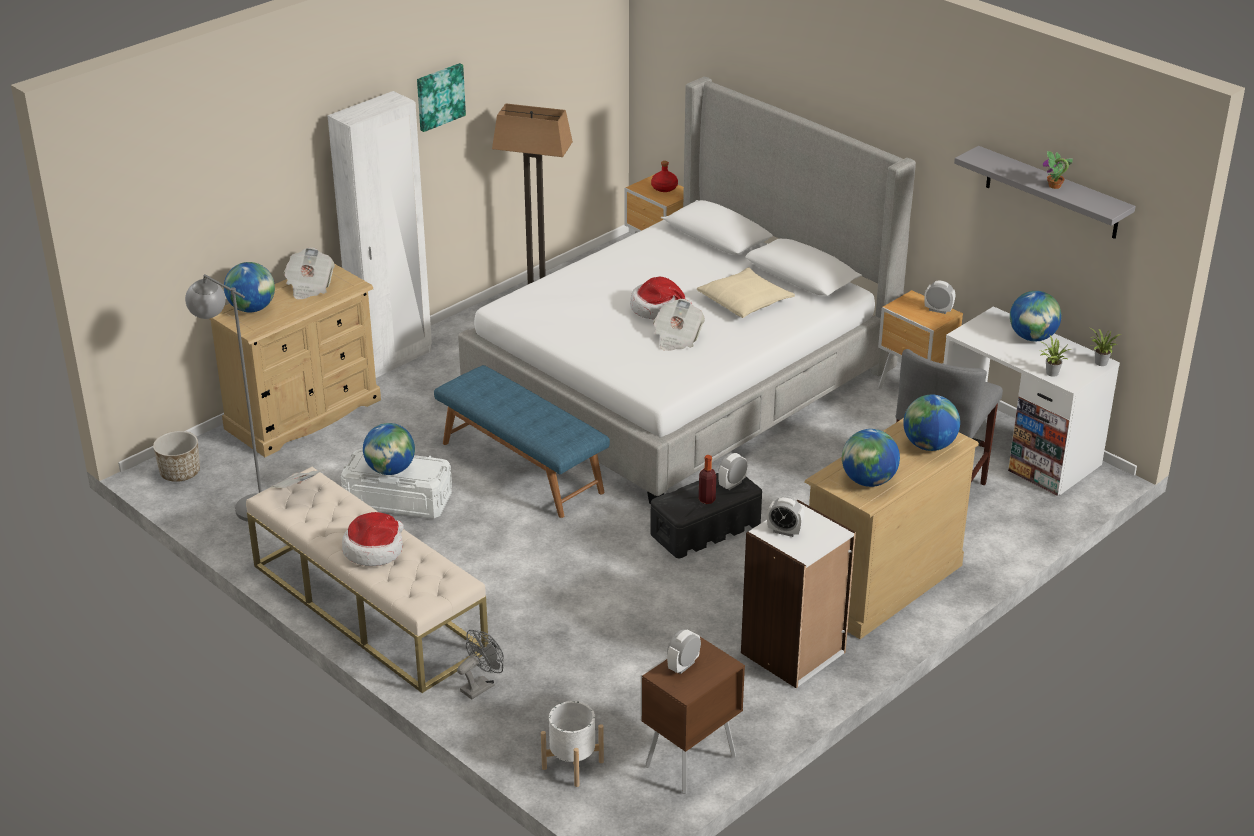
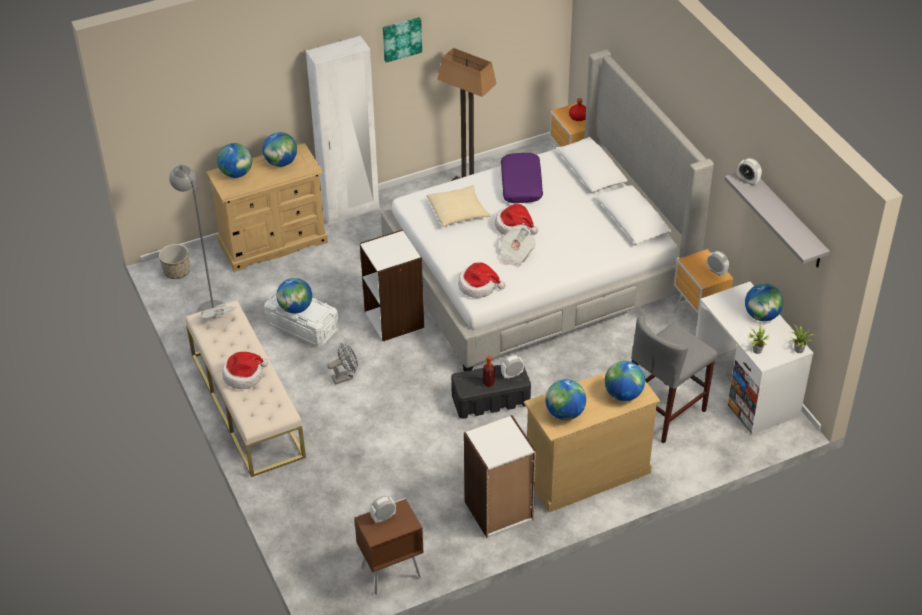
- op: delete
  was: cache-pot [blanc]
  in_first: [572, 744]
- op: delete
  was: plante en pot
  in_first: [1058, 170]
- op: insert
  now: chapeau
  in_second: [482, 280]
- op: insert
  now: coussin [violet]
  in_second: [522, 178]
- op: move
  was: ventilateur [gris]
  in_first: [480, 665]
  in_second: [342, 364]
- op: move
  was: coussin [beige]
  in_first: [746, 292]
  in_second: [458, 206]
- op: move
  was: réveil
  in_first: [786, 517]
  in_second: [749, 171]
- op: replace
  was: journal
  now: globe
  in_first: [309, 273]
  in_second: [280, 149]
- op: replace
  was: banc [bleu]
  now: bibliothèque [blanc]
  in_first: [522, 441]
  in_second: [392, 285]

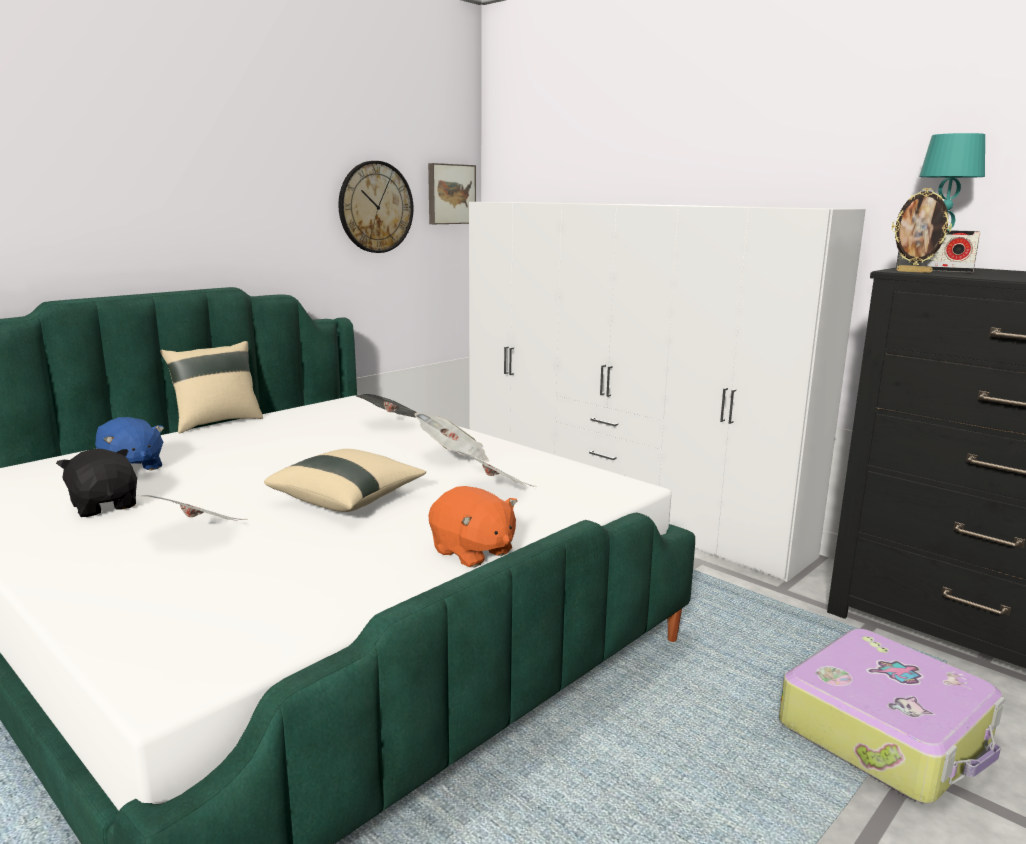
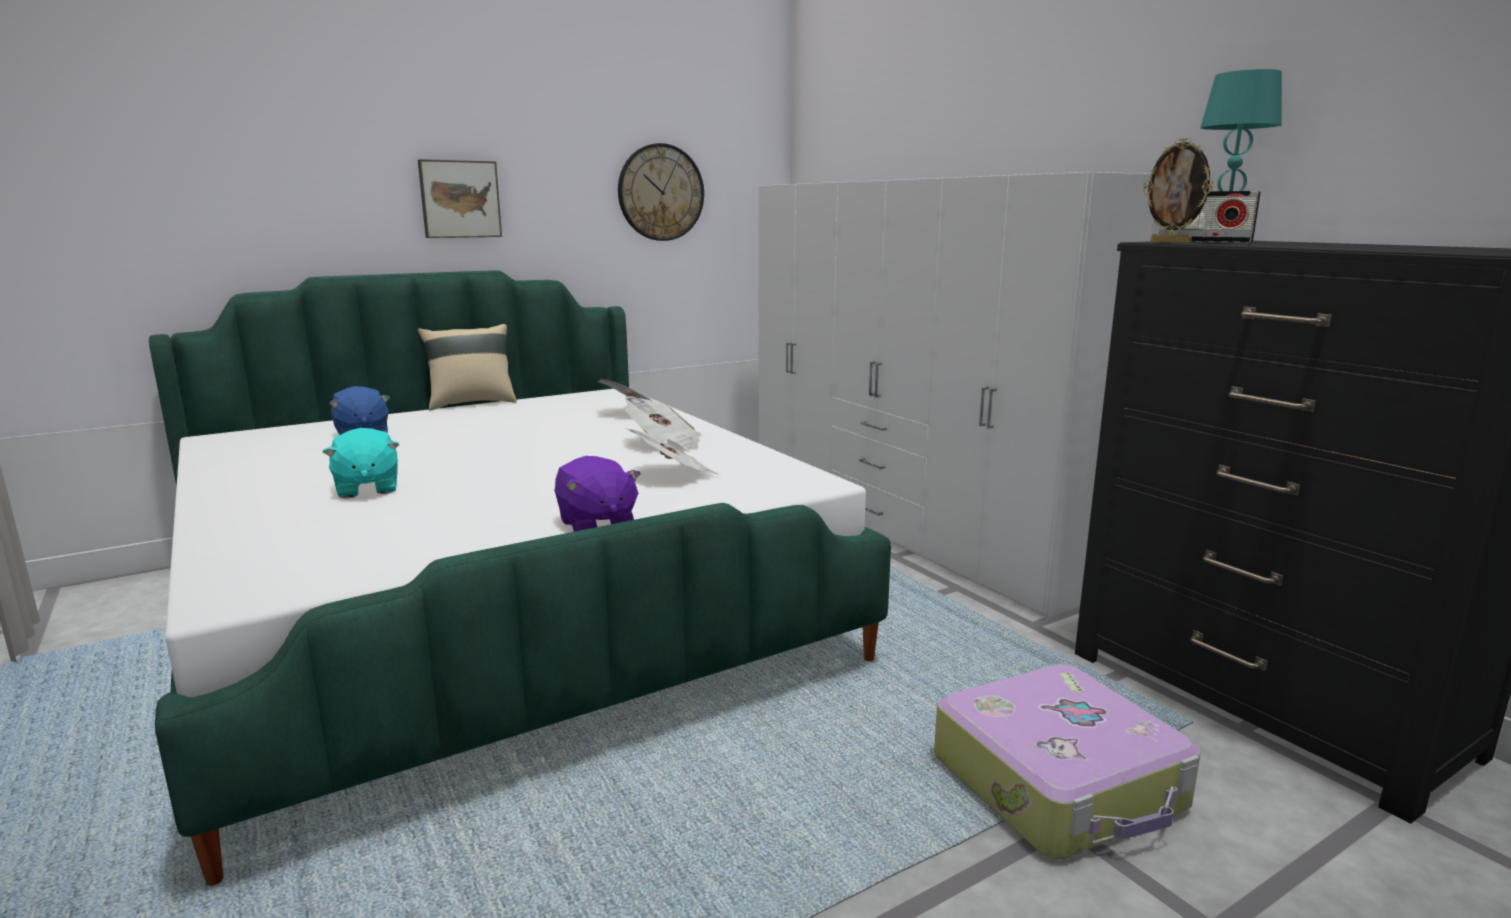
- op: delete
  was: peluche [noir]
  in_first: [96, 483]
- op: delete
  was: coussin [beige]
  in_first: [345, 480]
- op: move
  was: tableau
  in_first: [452, 193]
  in_second: [460, 198]
- op: replace
  was: journal
  now: peluche [turquoise]
  in_first: [195, 508]
  in_second: [361, 463]
- op: recolor
  was: peluche [orange]
  now: peluche [violet]
  in_first: [472, 526]
  in_second: [597, 494]

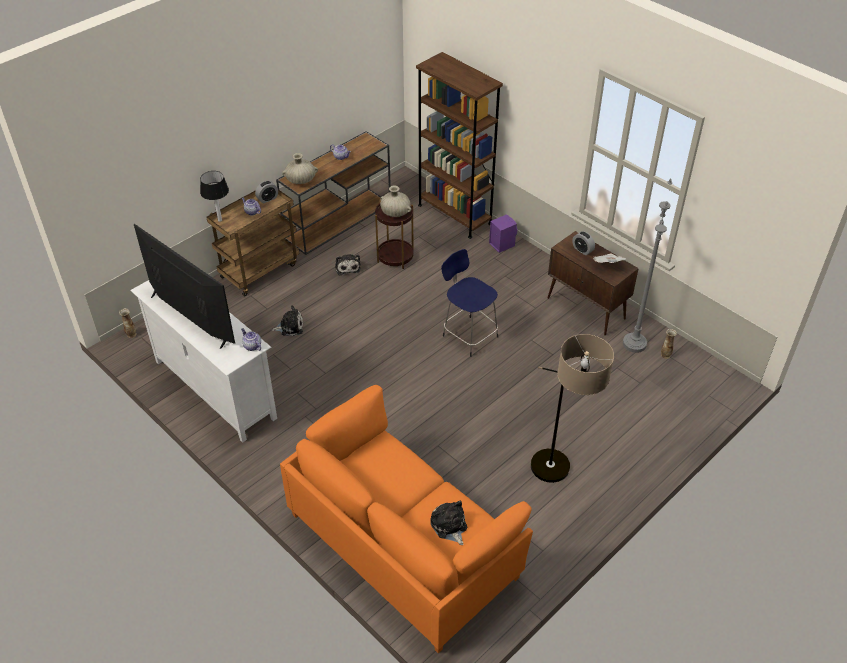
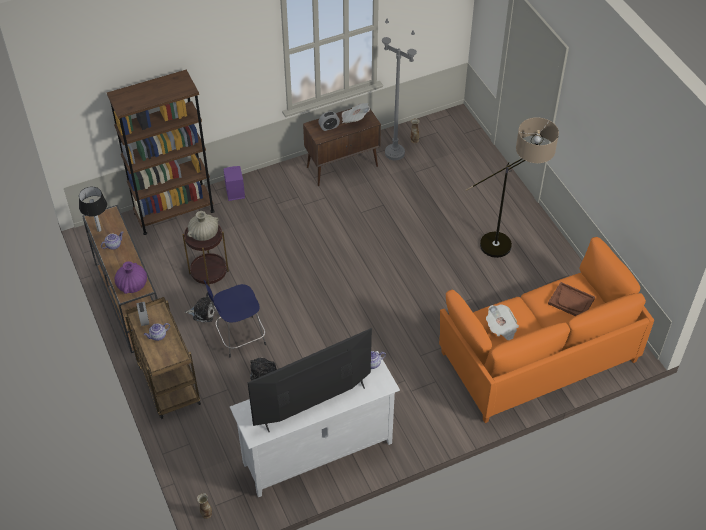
- op: insert
  now: journal
  in_second: [502, 322]
- op: move
  was: lampe de table
  in_first: [214, 196]
  in_second: [93, 209]
- op: move
  was: tabouret [bleu]
  in_first: [469, 303]
  in_second: [235, 319]
- op: replace
  was: peluche
  now: plateau [marron]
  in_first: [448, 523]
  in_second: [571, 299]
- op: recolor
  was: vase [beige]
  now: vase [violet]
  in_first: [300, 168]
  in_second: [130, 277]

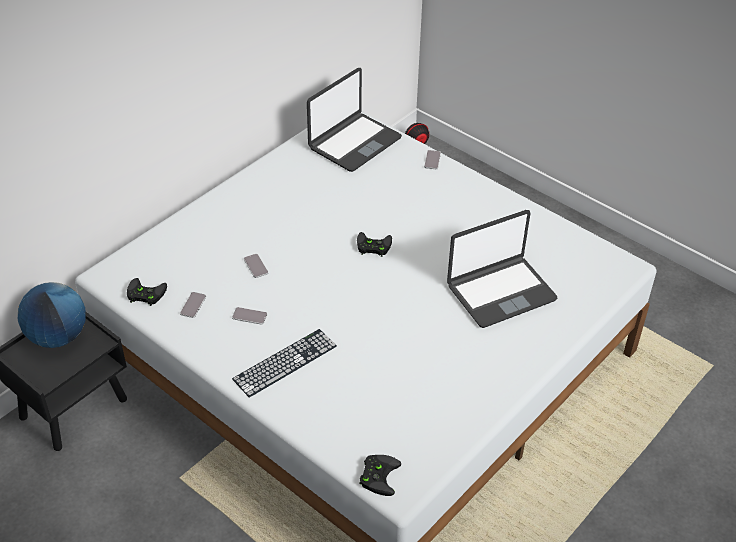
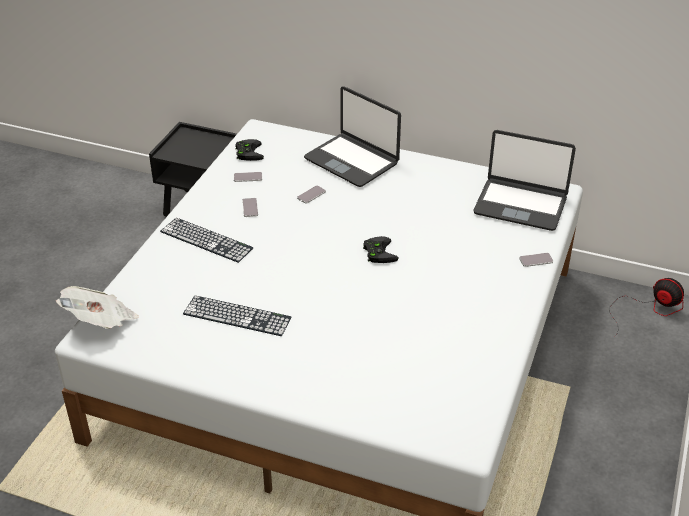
- op: delete
  was: globe
  in_first: [52, 315]
- op: insert
  now: clavier
  in_second: [237, 316]
- op: move
  was: ordinateur portable
  in_first: [502, 269]
  in_second: [352, 137]
- op: replace
  was: manette [noir]
  now: journal
  in_first: [380, 475]
  in_second: [97, 307]

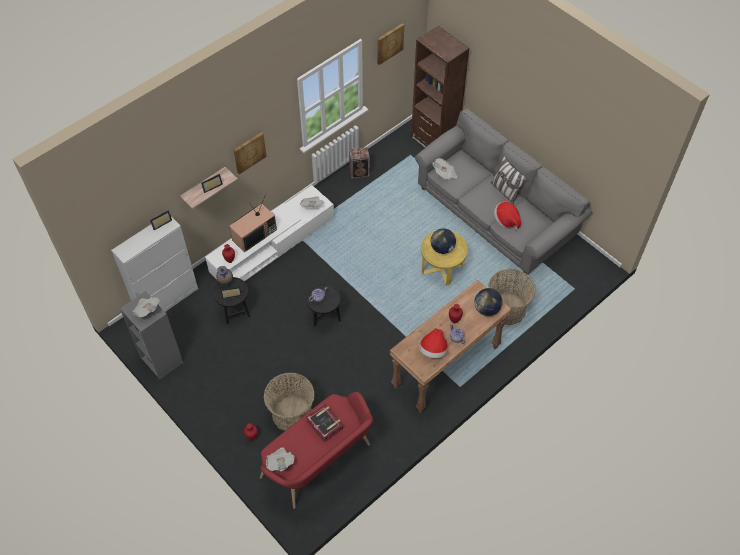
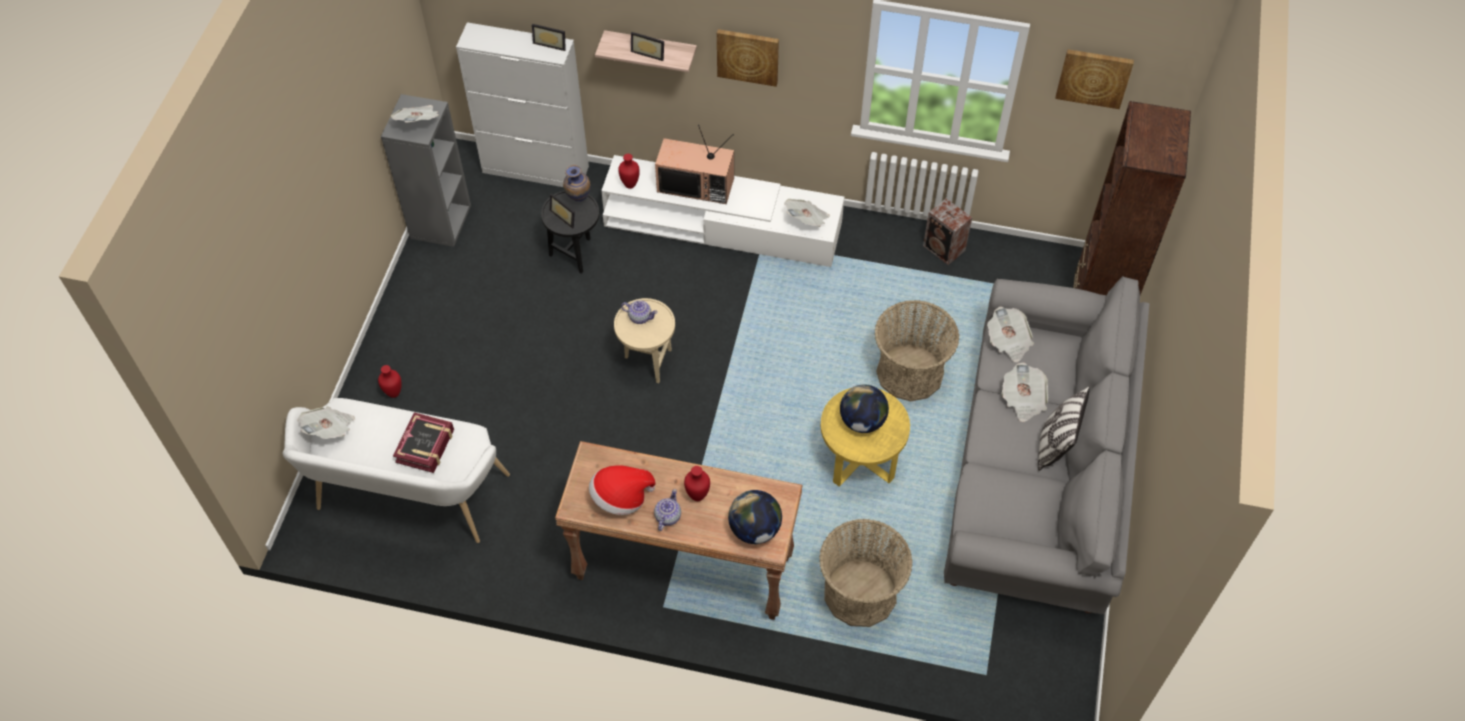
- op: delete
  was: chapeau
  in_first: [507, 216]
- op: insert
  now: journal
  in_second: [1024, 392]
- op: move
  was: panier
  in_first: [289, 401]
  in_second: [916, 350]
- op: recolor
  was: banc [rouge]
  now: banc [blanc]
  in_first: [316, 450]
  in_second: [396, 470]
- op: recolor
  was: table d'appoint [noir]
  now: table d'appoint [beige]
  in_first: [323, 305]
  in_second: [644, 340]

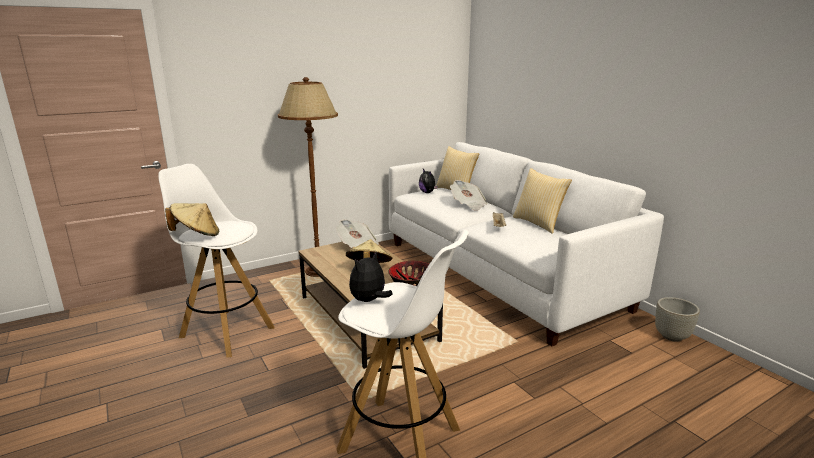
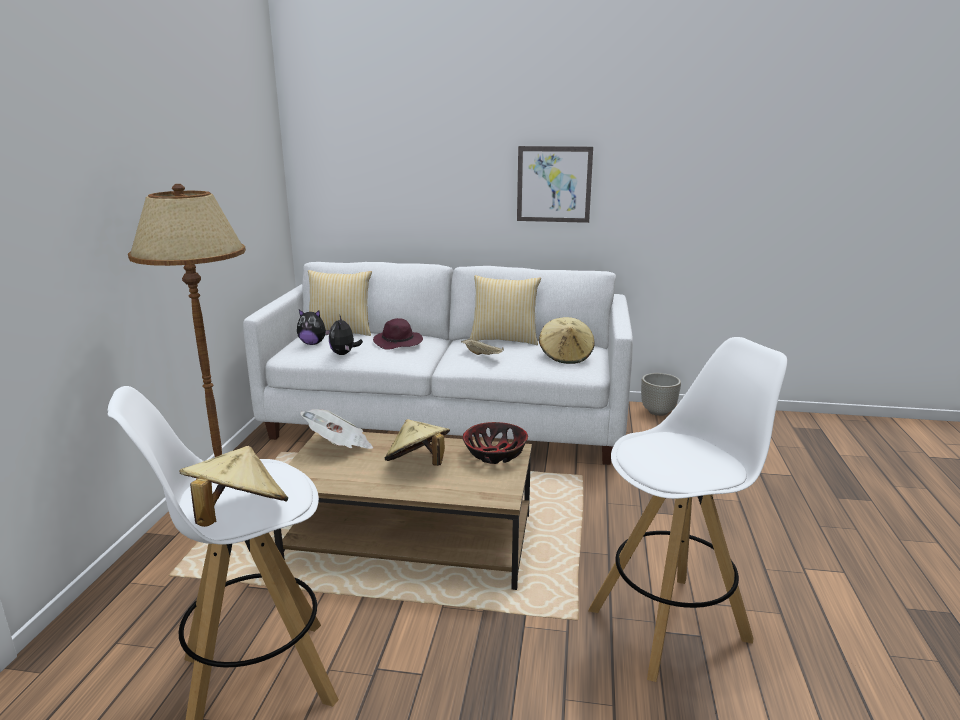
- op: insert
  now: tableau
  in_second: [555, 184]
- op: insert
  now: chapeau [beige]
  in_second: [567, 340]
- op: move
  was: peluche
  in_first: [371, 277]
  in_second: [346, 335]
- op: replace
  was: journal
  now: chapeau [violet]
  in_first: [469, 195]
  in_second: [398, 334]

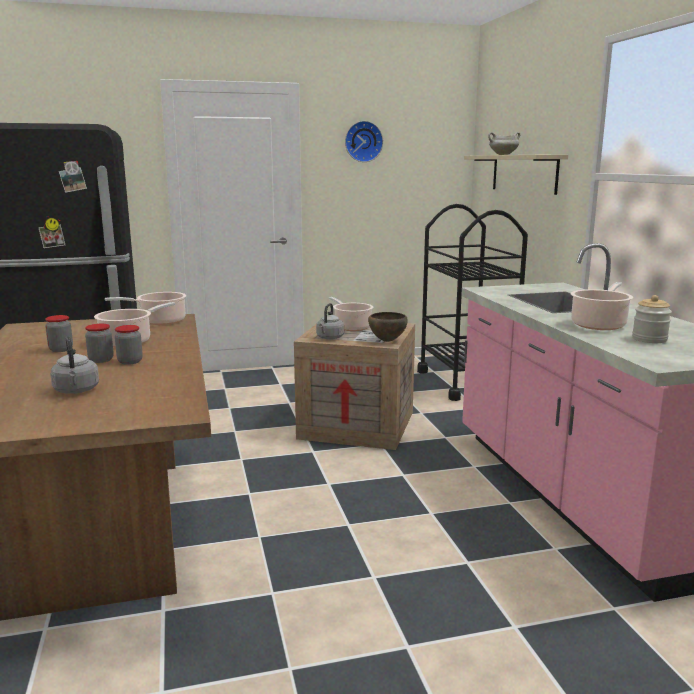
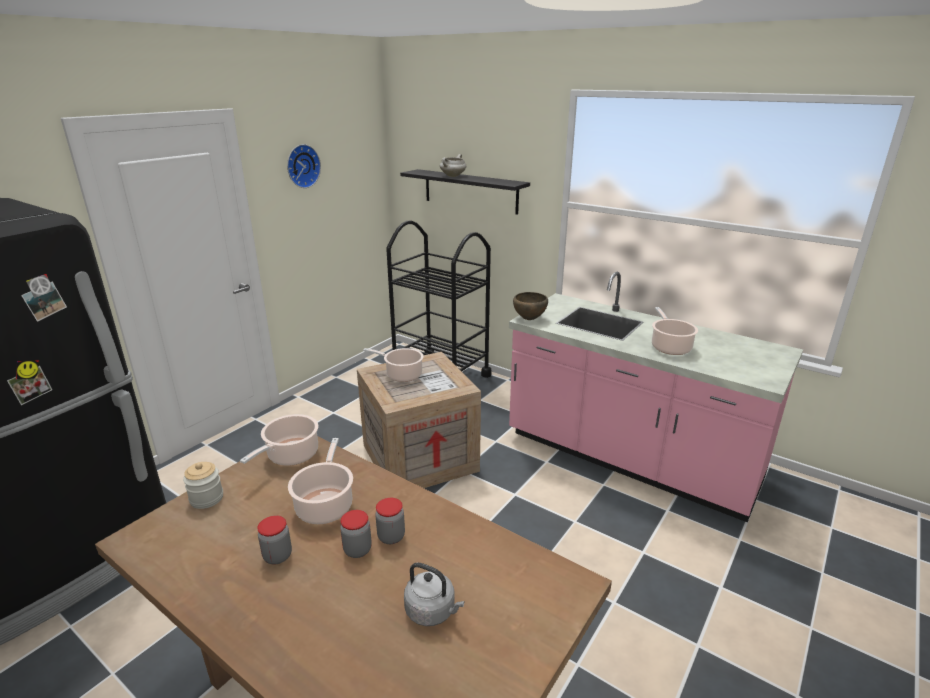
- op: delete
  was: bouilloire [gris]
  in_first: [330, 321]
- op: move
  was: bol [marron]
  in_first: [388, 327]
  in_second: [530, 306]
- op: move
  was: bocal
  in_first: [652, 319]
  in_second: [203, 485]
- op: recolor
  was: étagère [beige]
  now: étagère [noir]
  in_first: [516, 175]
  in_second: [465, 192]

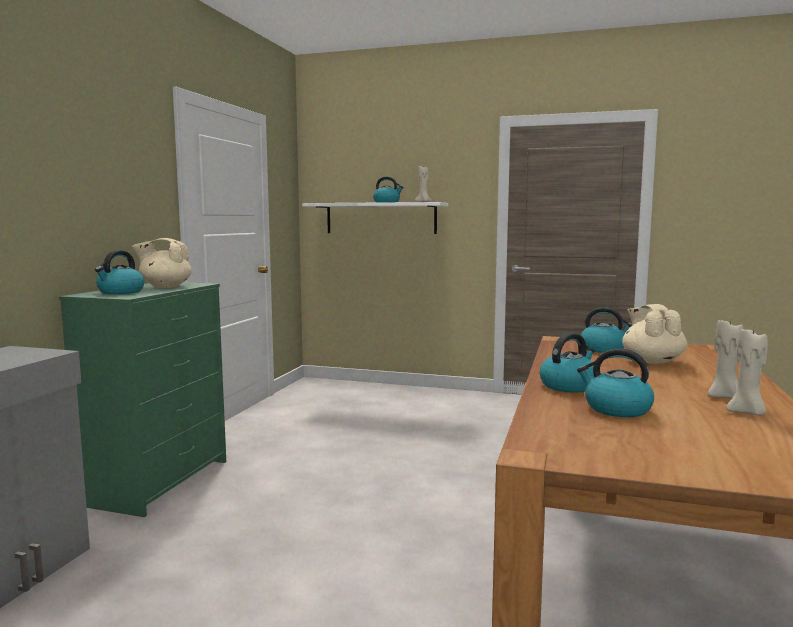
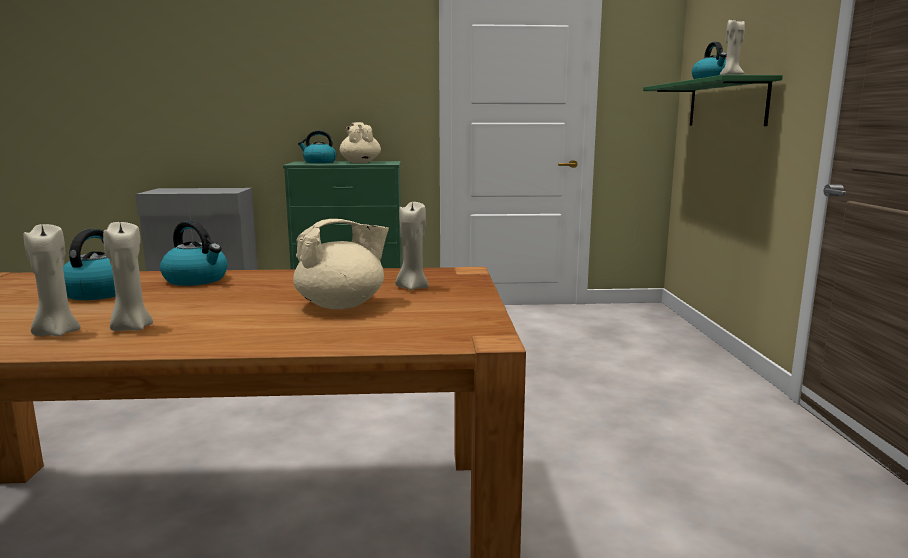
- op: replace
  was: bouilloire
  now: bougie [beige]
  in_first: [606, 330]
  in_second: [412, 246]
- op: recolor
  was: étagère [blanc]
  now: étagère [vert]
  in_first: [375, 218]
  in_second: [713, 100]

